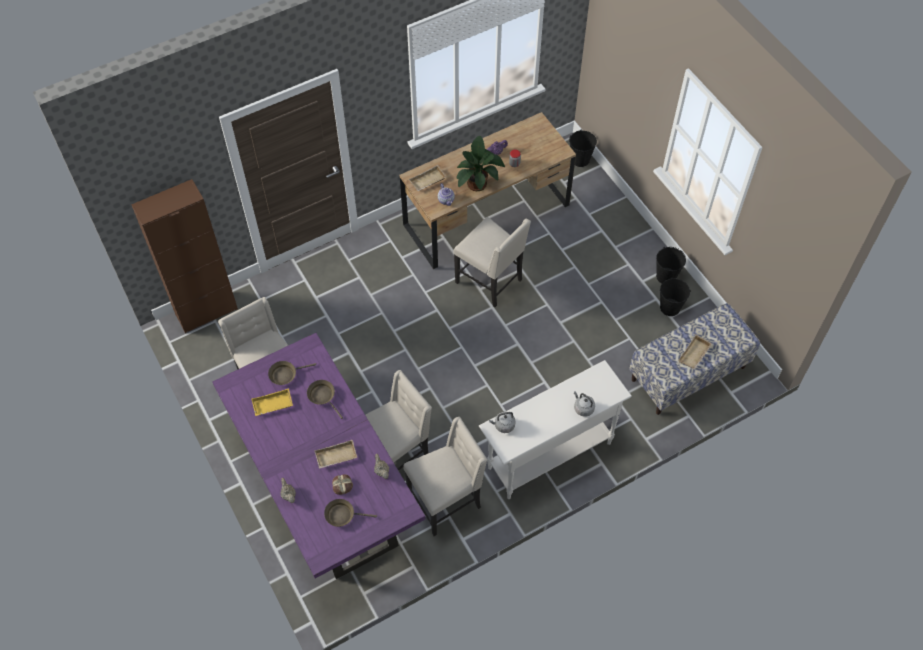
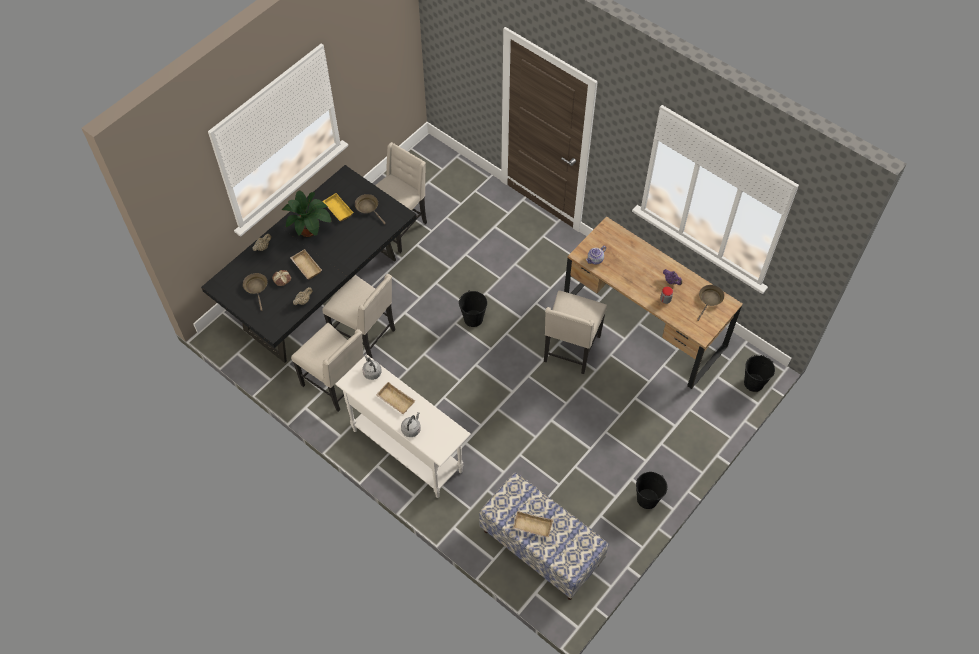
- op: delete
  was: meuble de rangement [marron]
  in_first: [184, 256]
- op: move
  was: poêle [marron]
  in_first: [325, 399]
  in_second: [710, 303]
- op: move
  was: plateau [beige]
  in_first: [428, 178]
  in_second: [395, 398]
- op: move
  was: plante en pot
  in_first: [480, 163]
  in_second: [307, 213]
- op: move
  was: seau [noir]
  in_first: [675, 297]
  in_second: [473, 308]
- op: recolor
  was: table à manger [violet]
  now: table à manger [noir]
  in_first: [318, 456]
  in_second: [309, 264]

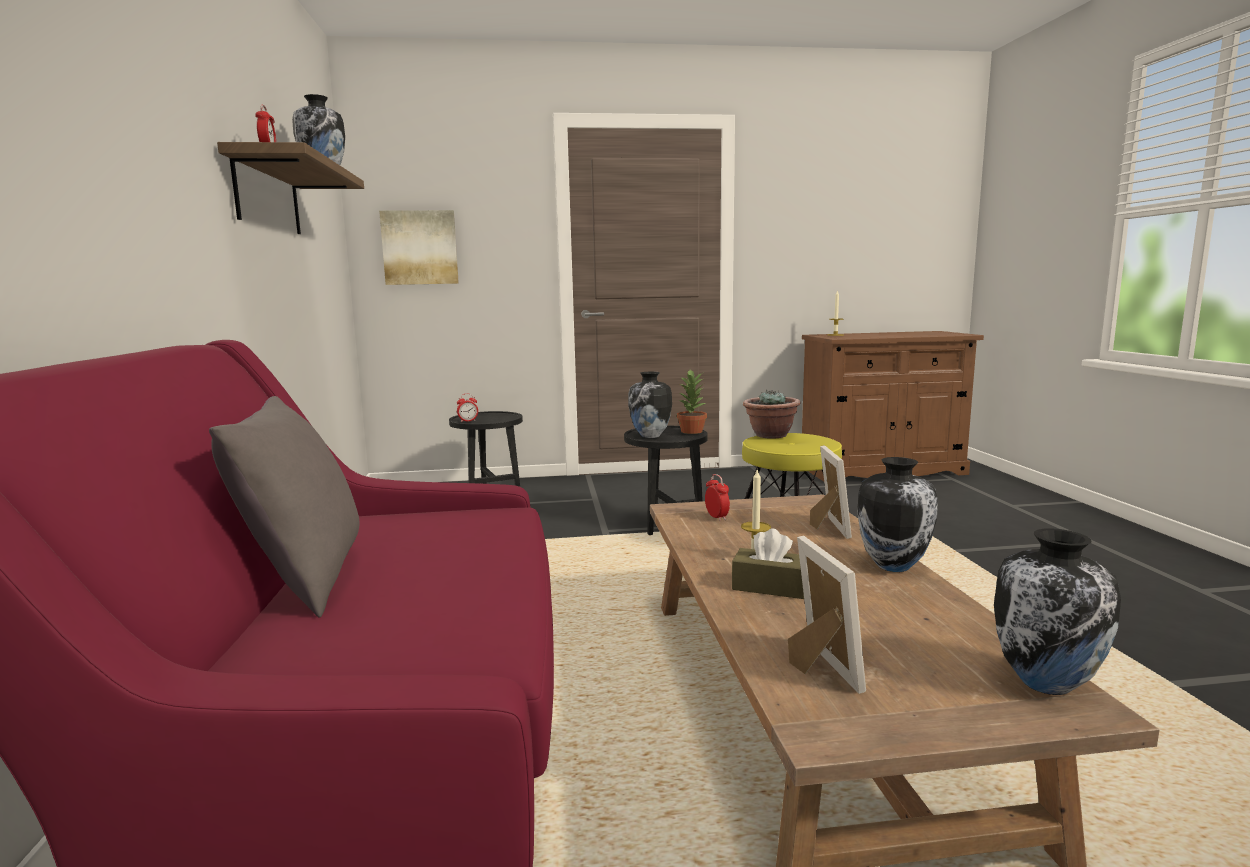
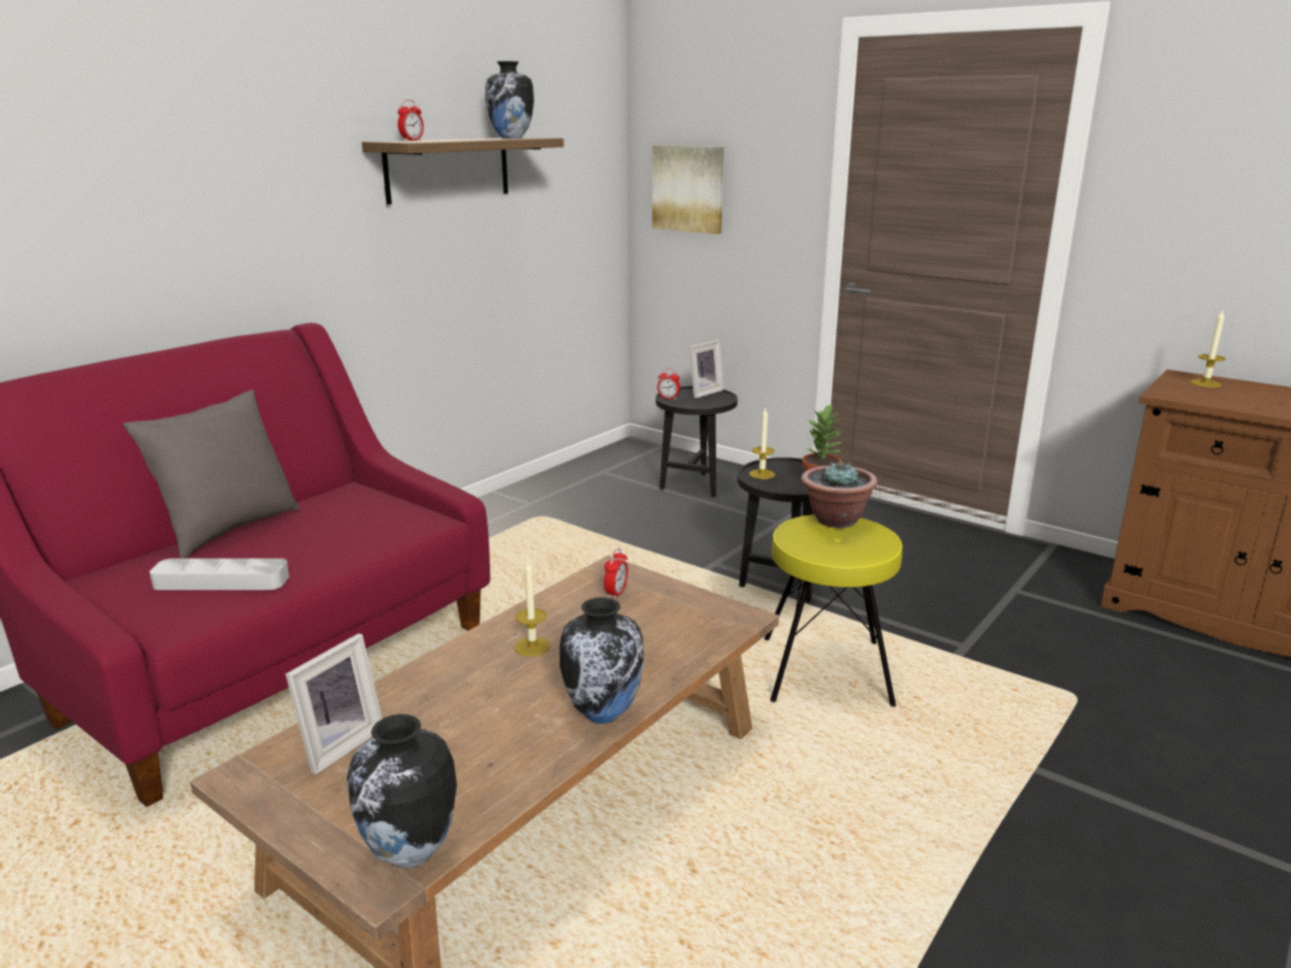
- op: delete
  was: boîte à mouchoirs [marron]
  in_first: [768, 563]
- op: insert
  now: plateau [gris]
  in_second: [219, 574]
- op: move
  was: cadre photo
  in_first: [831, 492]
  in_second: [706, 369]
- op: replace
  was: vase
  now: bougie
  in_first: [650, 405]
  in_second: [762, 444]

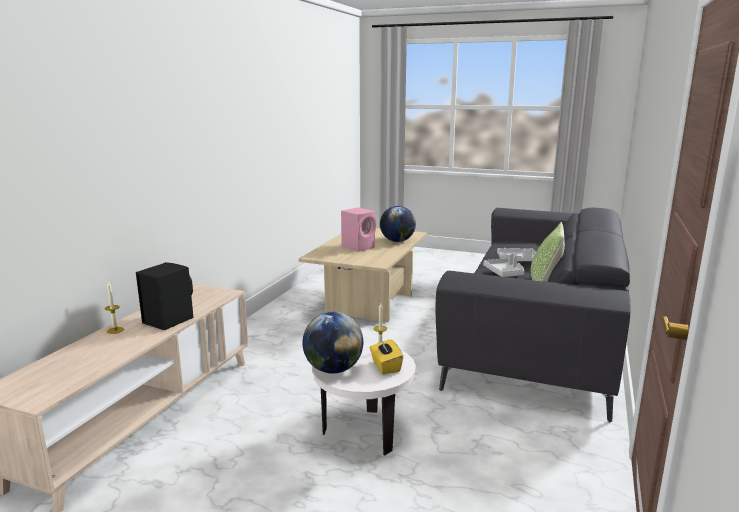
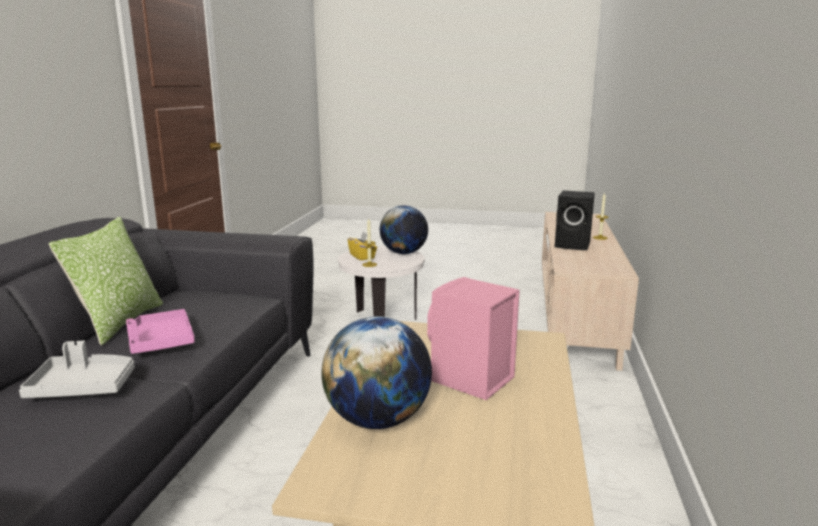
- op: recolor
  was: plateau [gris]
  now: plateau [rose]
  in_first: [503, 265]
  in_second: [160, 331]

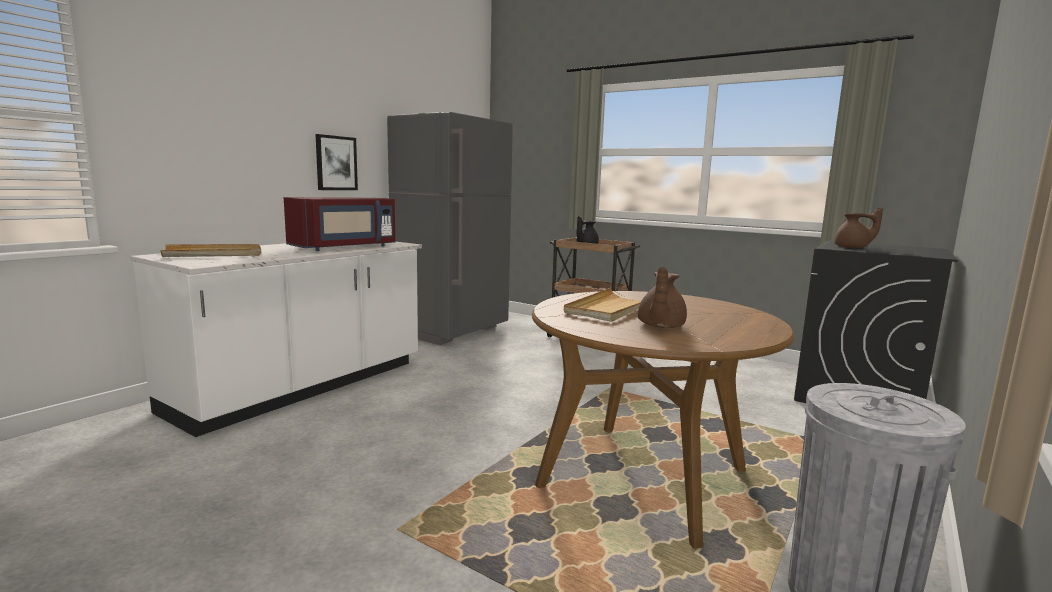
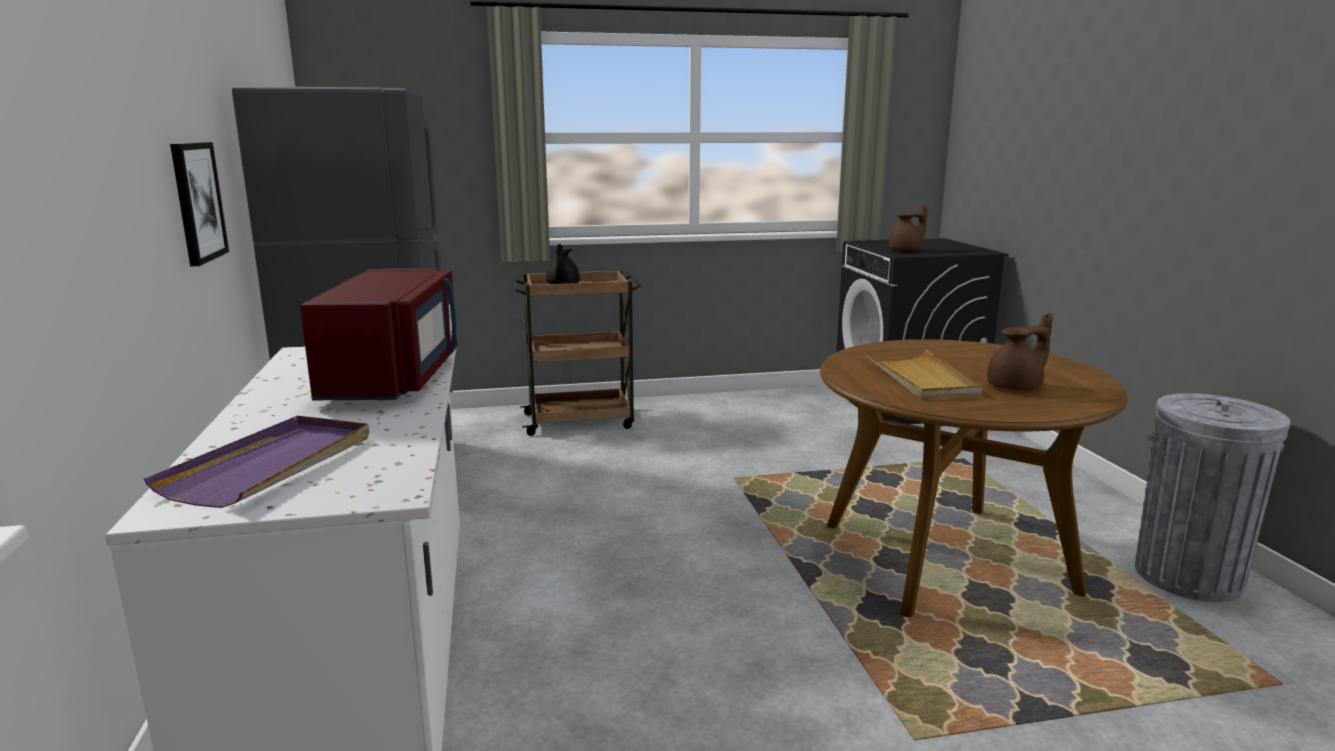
- op: recolor
  was: plateau [beige]
  now: plateau [violet]
  in_first: [210, 250]
  in_second: [256, 462]
- op: rotate
  was: théière [marron]
  in_first: [662, 297]
  in_second: [1020, 351]
  clockwise: -90

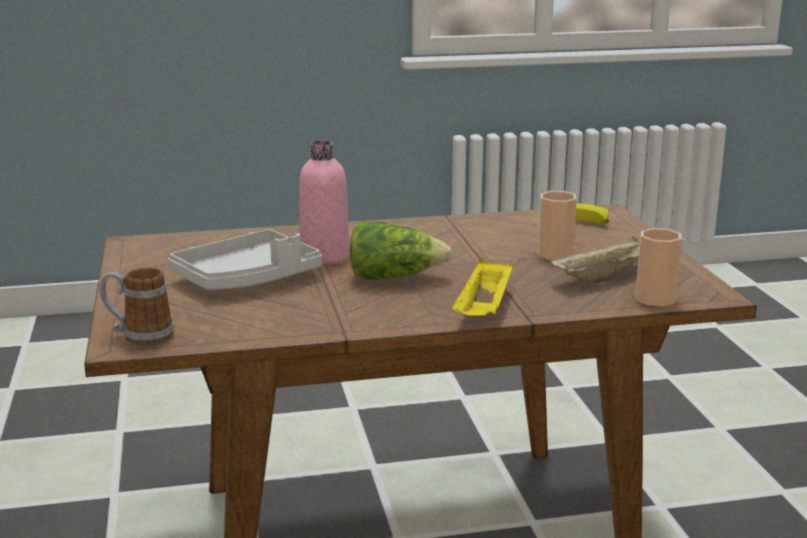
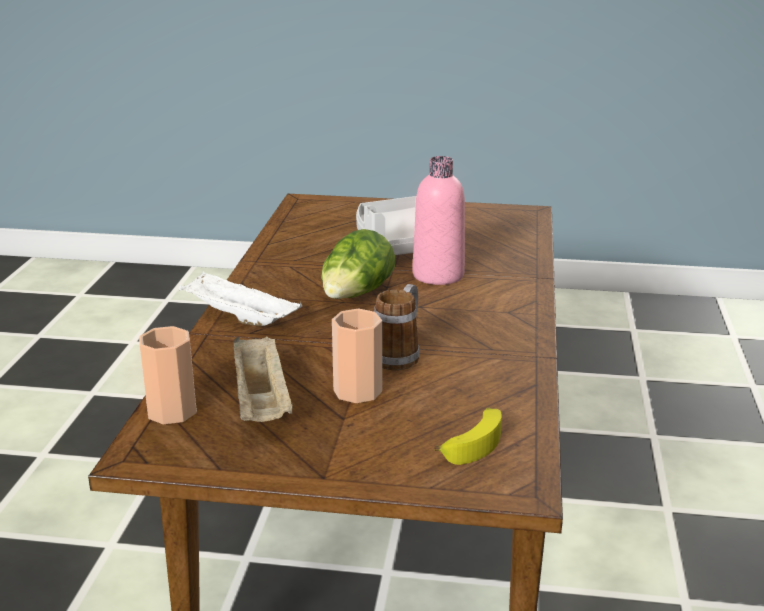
- op: move
  was: mug
  in_first: [137, 306]
  in_second: [397, 327]
- op: recolor
  was: plateau [jaune]
  now: plateau [blanc]
  in_first: [482, 287]
  in_second: [240, 298]

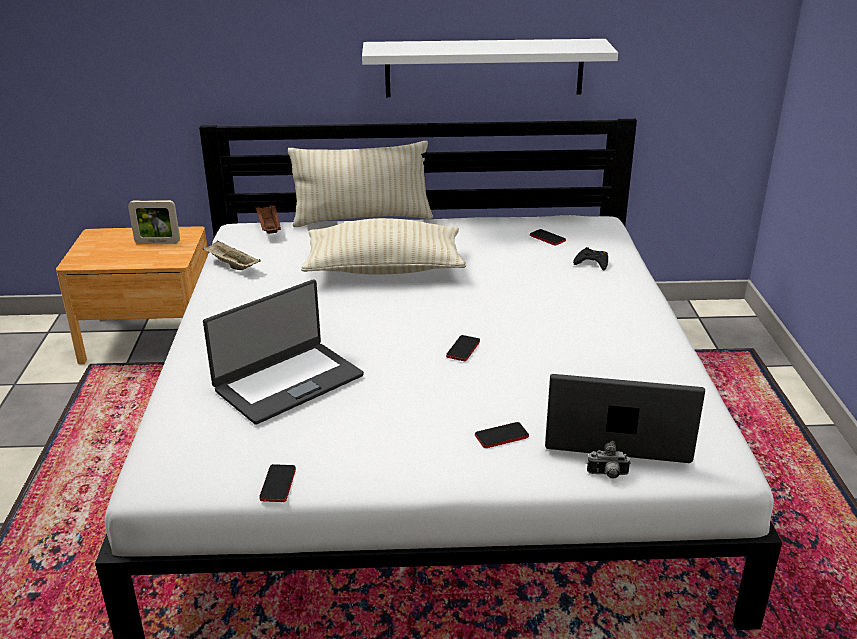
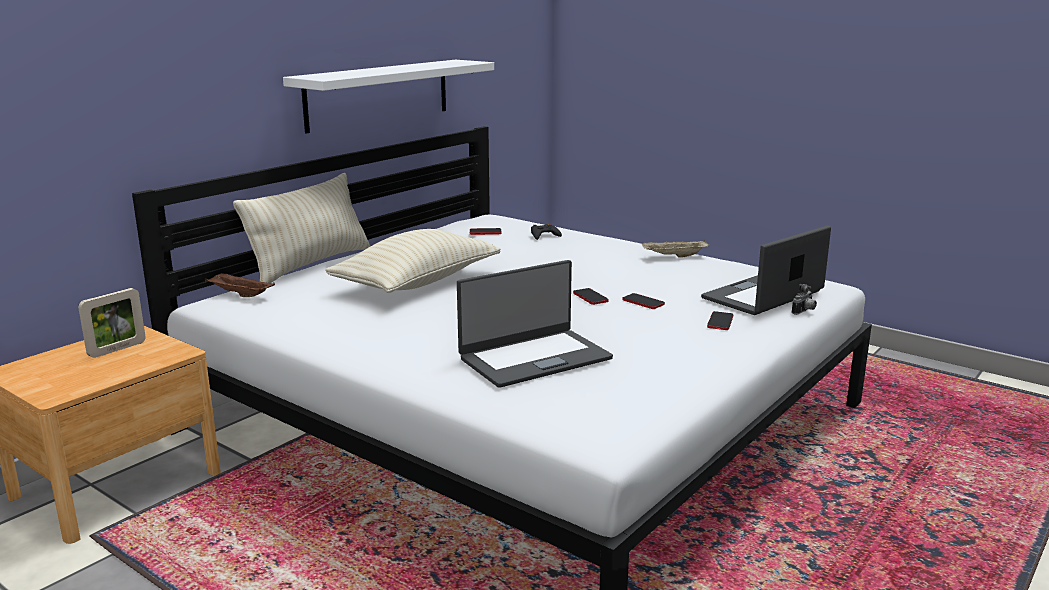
- op: move
  was: plateau [beige]
  in_first: [232, 255]
  in_second: [675, 248]
- op: move
  was: téléphone
  in_first: [277, 483]
  in_second: [643, 301]
- op: rotate
  was: ordinateur portable
  in_first: [283, 352]
  in_second: [535, 324]
  clockwise: 60

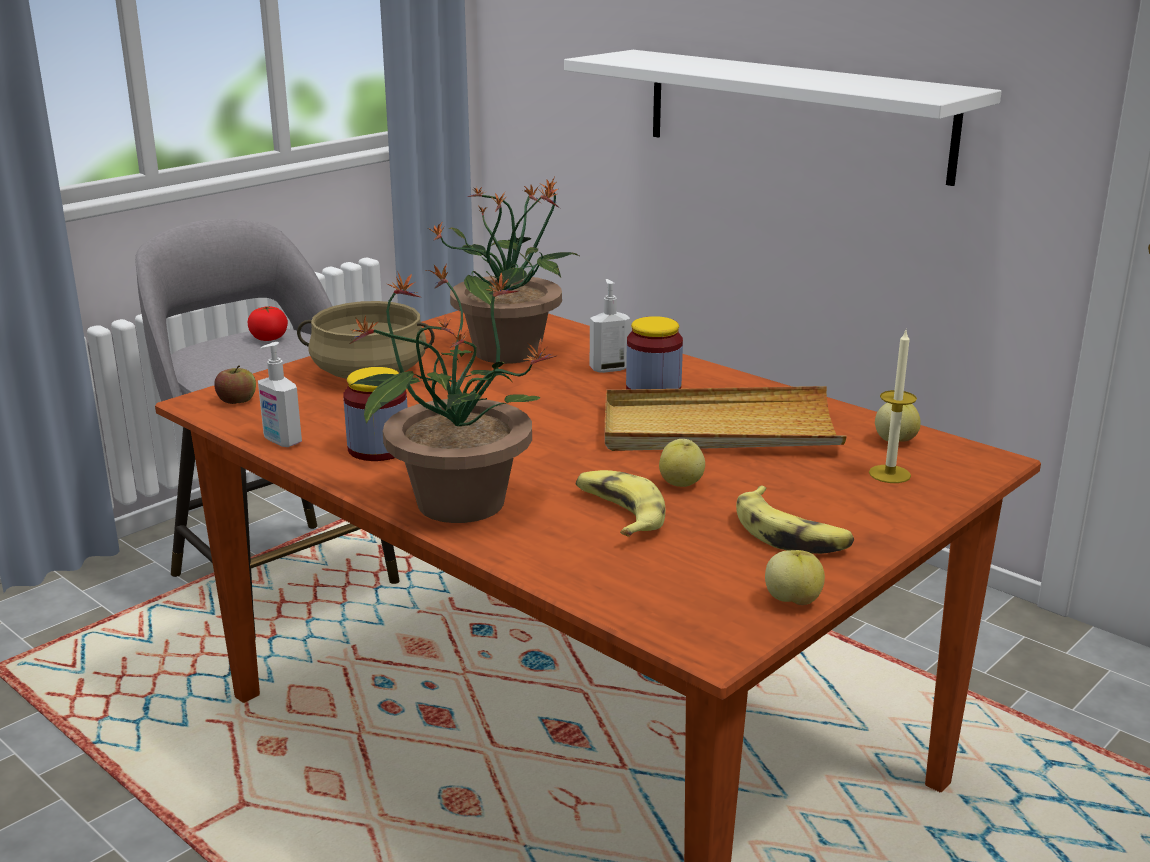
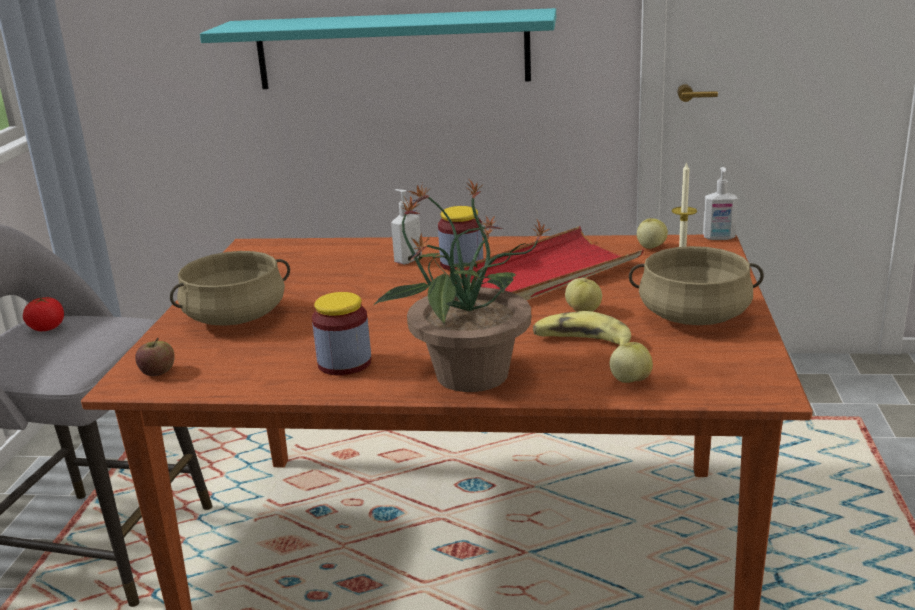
- op: delete
  was: plante en pot
  in_first: [504, 270]
- op: move
  was: distributeur de savon
  in_first: [280, 394]
  in_second: [720, 203]
- op: move
  was: pomme
  in_first: [795, 577]
  in_second: [631, 362]
- op: replace
  was: banane
  now: marmite [beige]
  in_first: [795, 520]
  in_second: [696, 285]
- op: recolor
  was: étagère [blanc]
  now: étagère [turquoise]
  in_first: [783, 118]
  in_second: [378, 48]
- op: recolor
  was: plateau [beige]
  now: plateau [rouge]
  in_first: [726, 418]
  in_second: [549, 263]

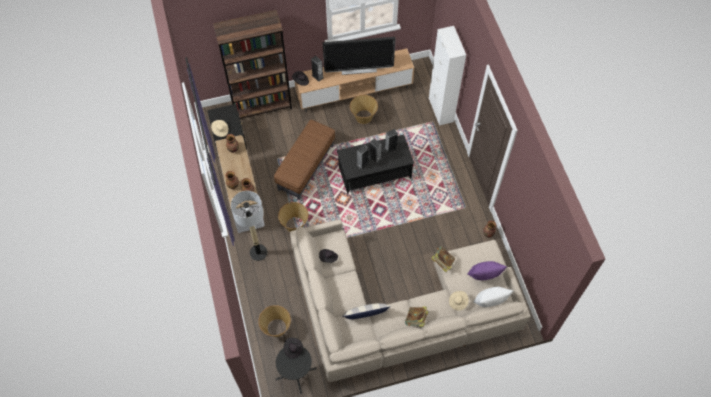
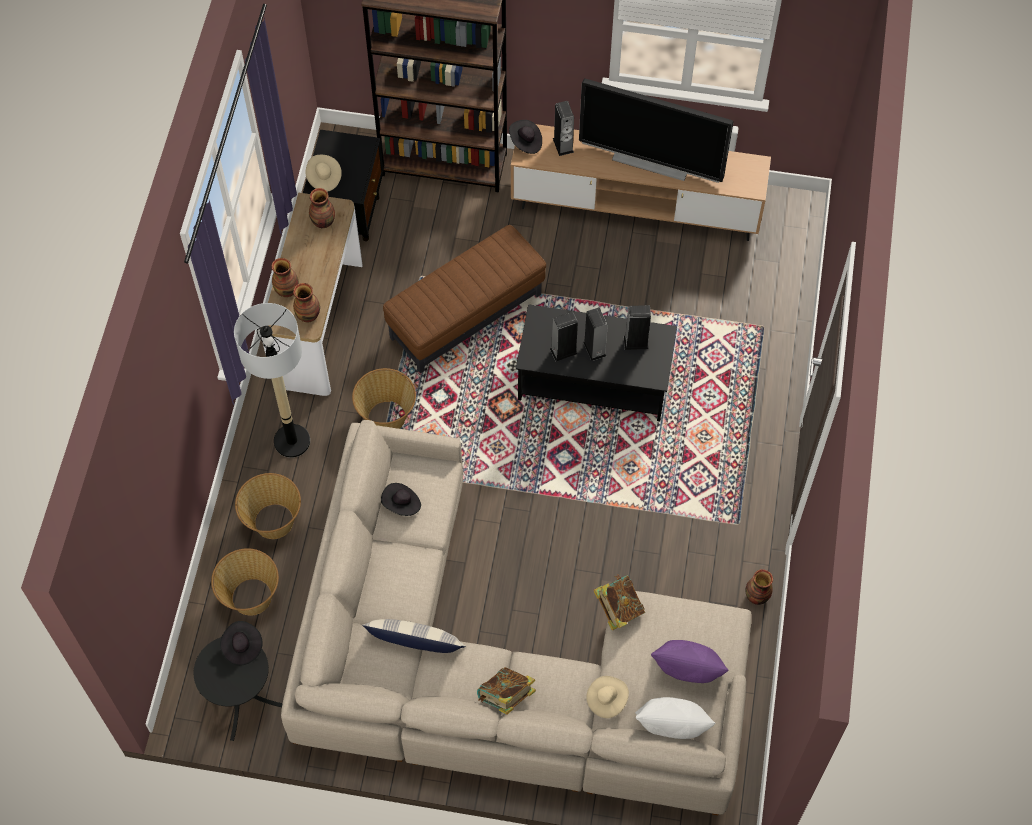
- op: delete
  was: meuble de rangement [blanc]
  in_first: [447, 75]
- op: move
  was: panier
  in_first: [364, 109]
  in_second: [268, 506]

